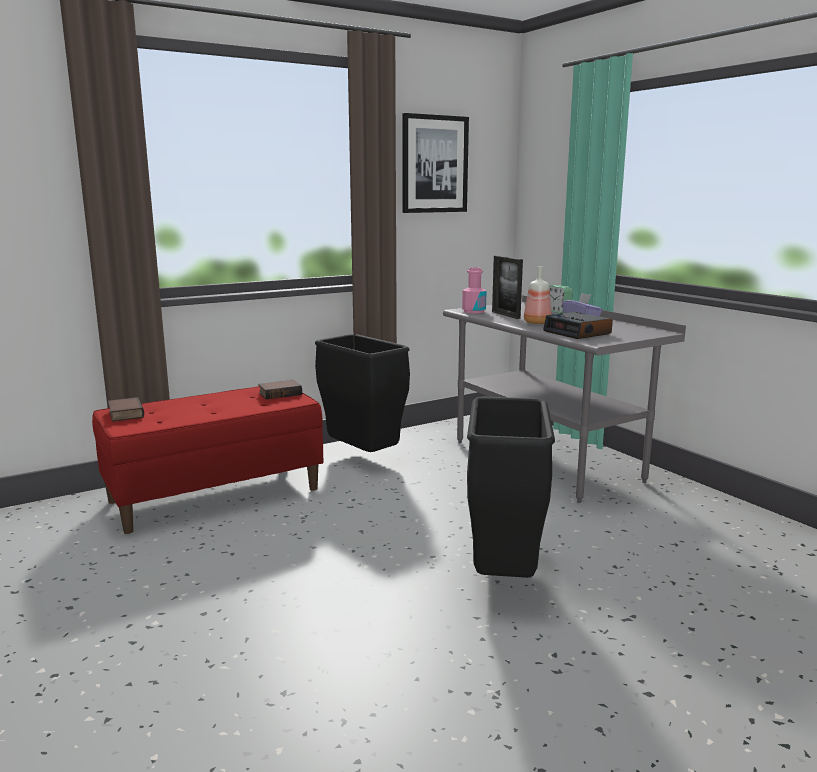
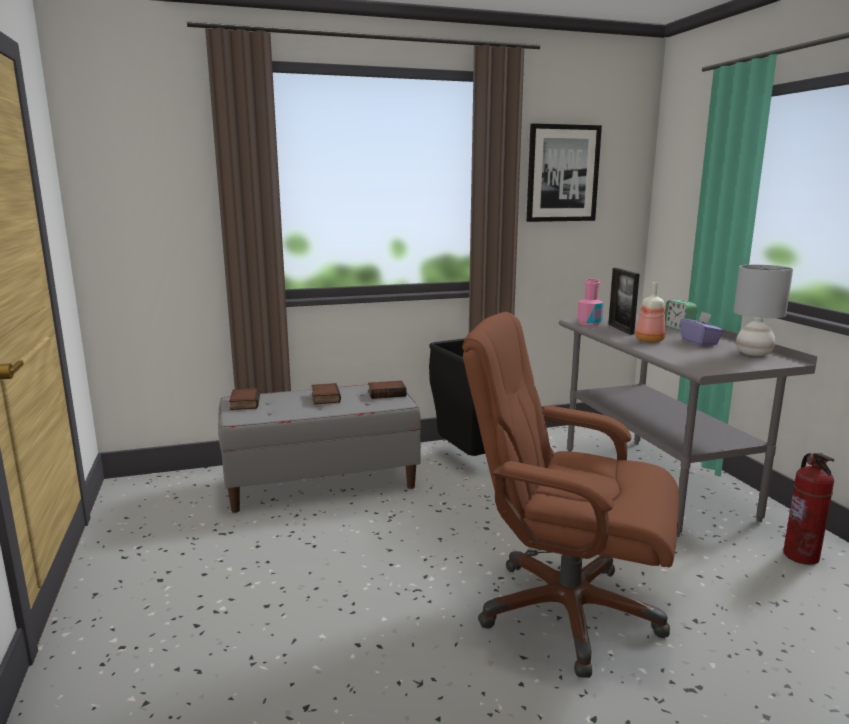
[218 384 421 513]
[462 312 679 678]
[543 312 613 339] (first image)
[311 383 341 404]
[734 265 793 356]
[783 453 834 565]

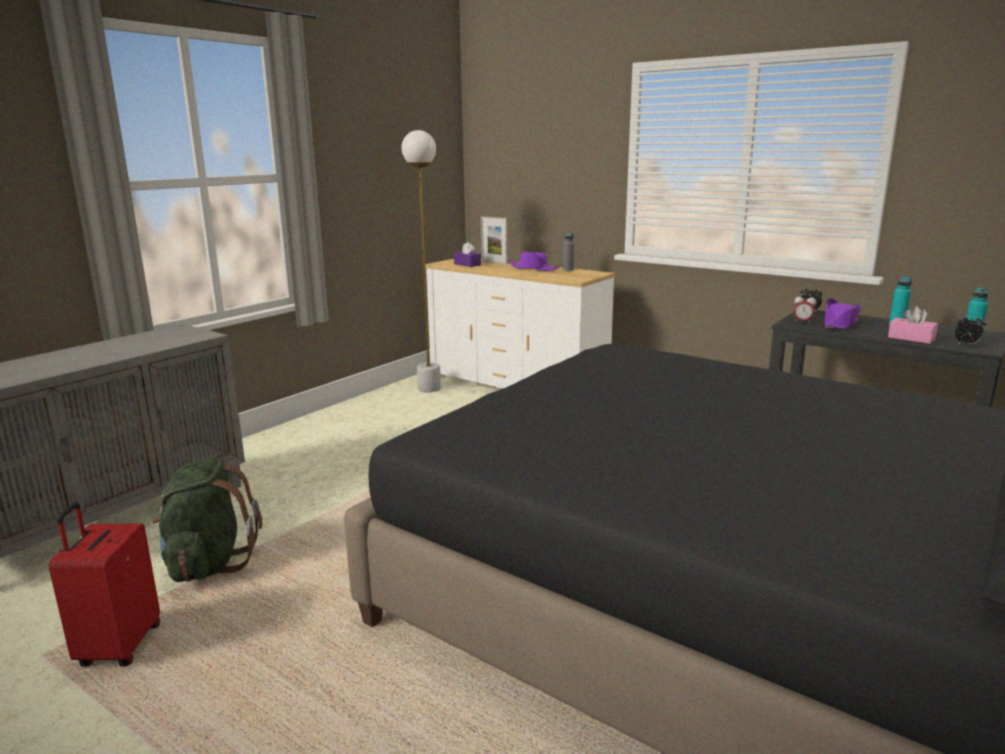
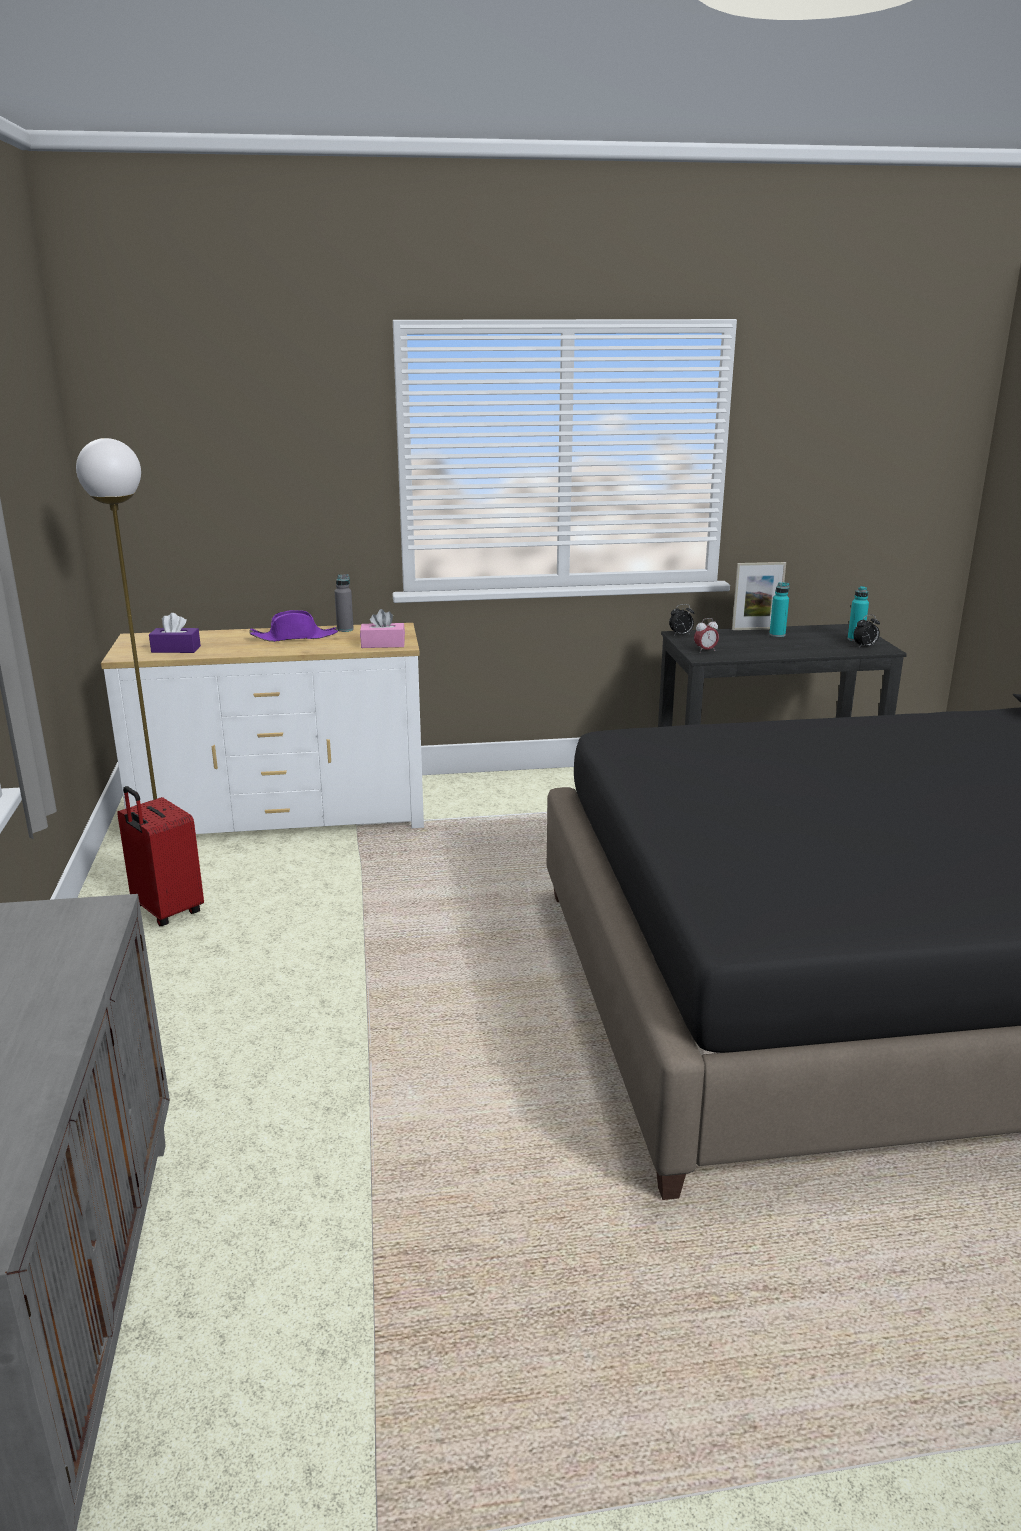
[117 786 204 926]
[152 457 262 582] (first image)
[732 562 786 630]
[825 298 860 329] (first image)
[360 609 405 648]

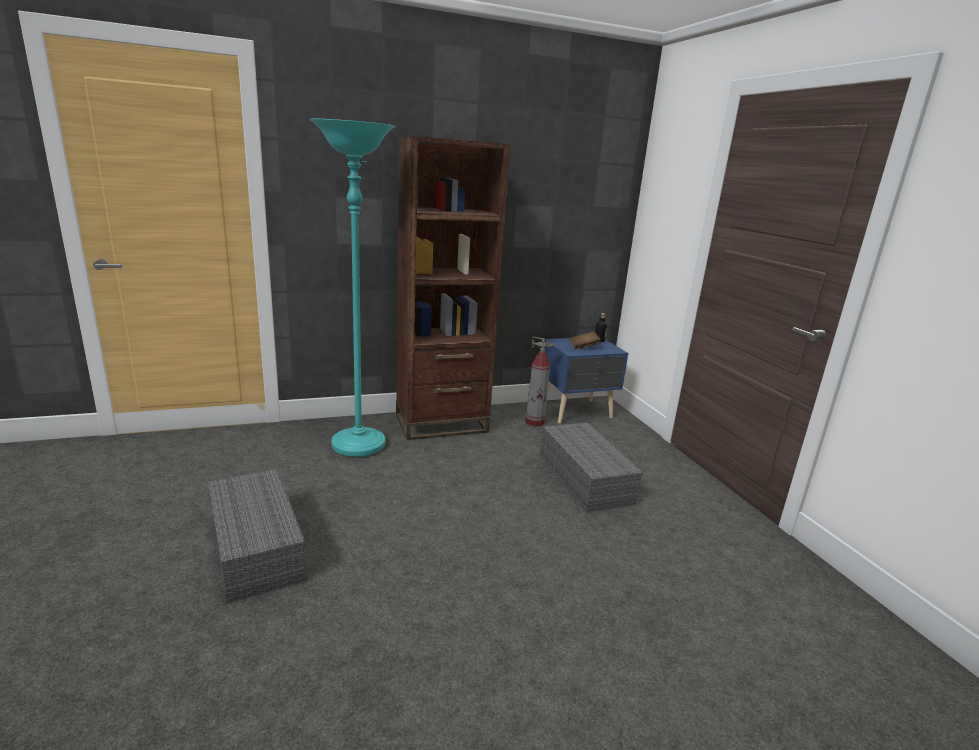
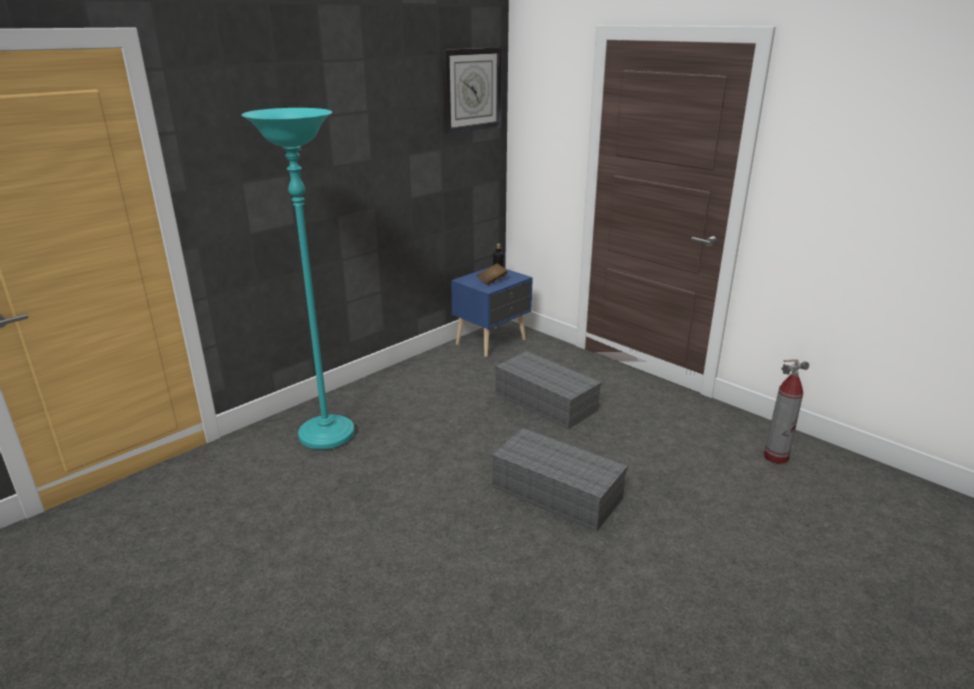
[491 428 628 532]
[396 136 510 440] (first image)
[764 359 809 464]
[442 47 502 134]

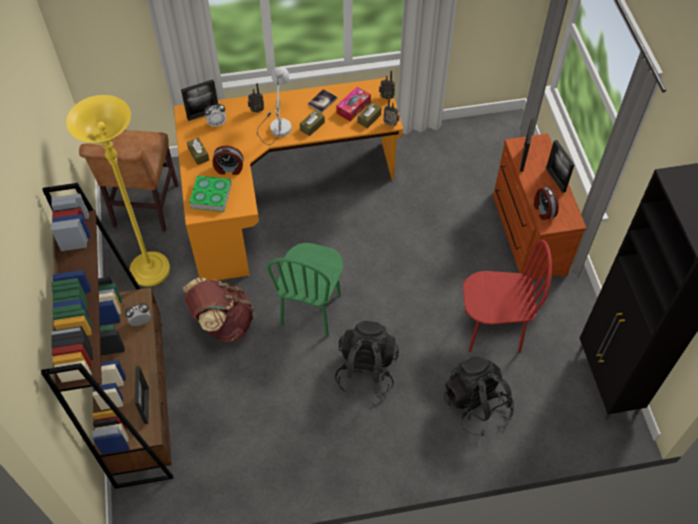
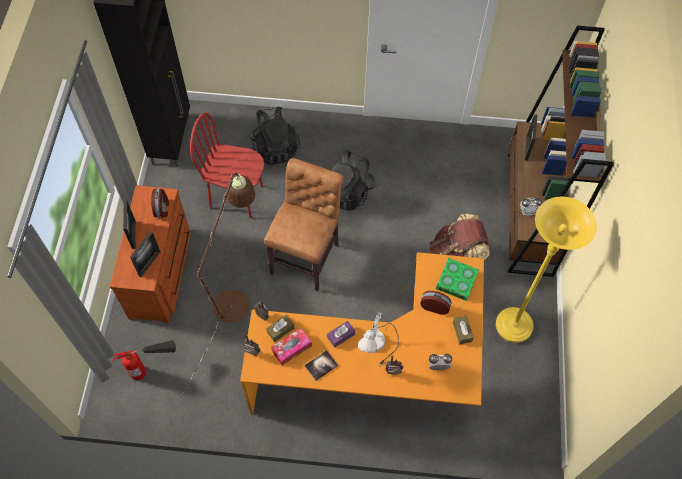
[264 158 344 291]
[181 79 218 121] (first image)
[267 243 343 337] (first image)
[327 321 355 348]
[112 340 176 380]
[183 173 255 394]

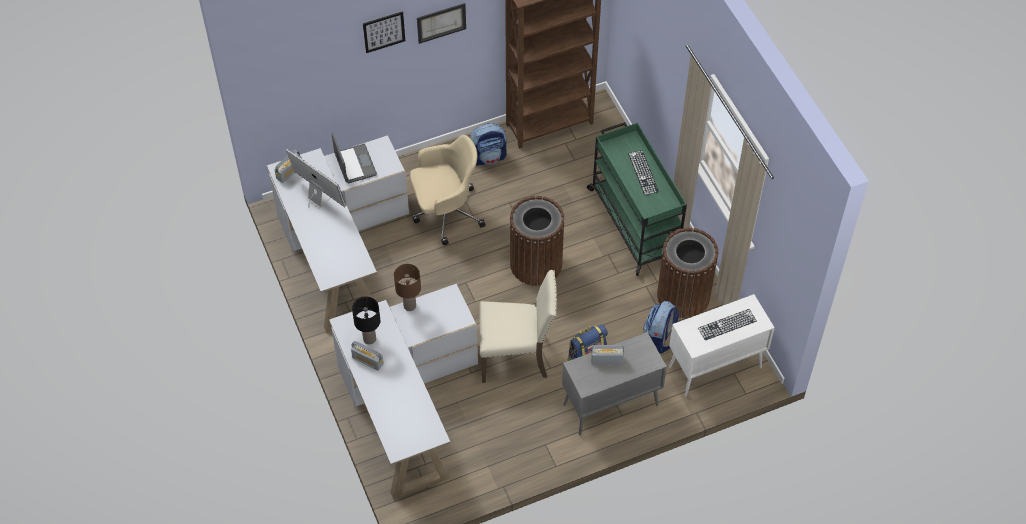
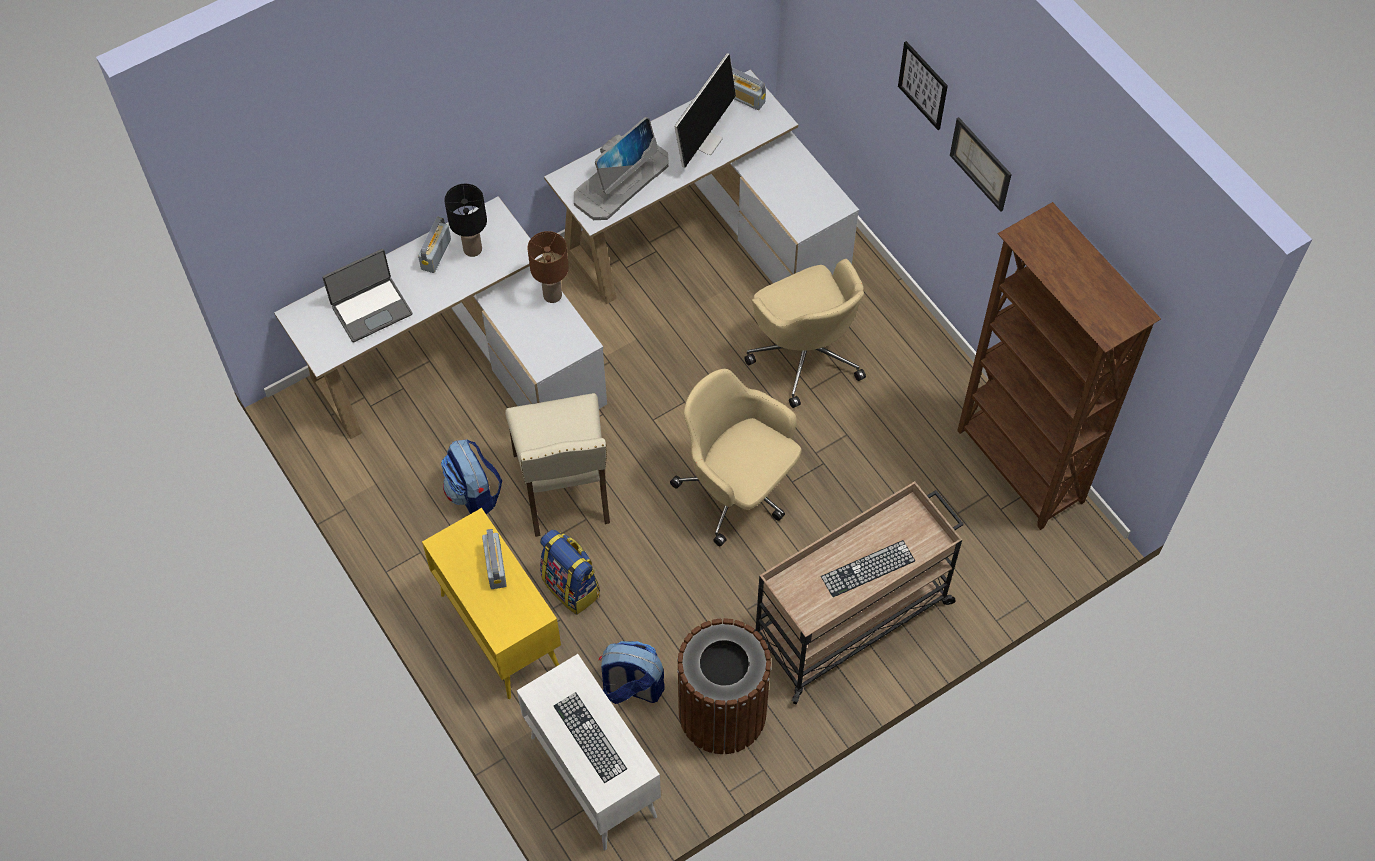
[323 249 412 342]
[441 440 502 514]
[670 369 802 547]
[422 508 561 699]
[754 481 964 704]
[574 117 669 220]

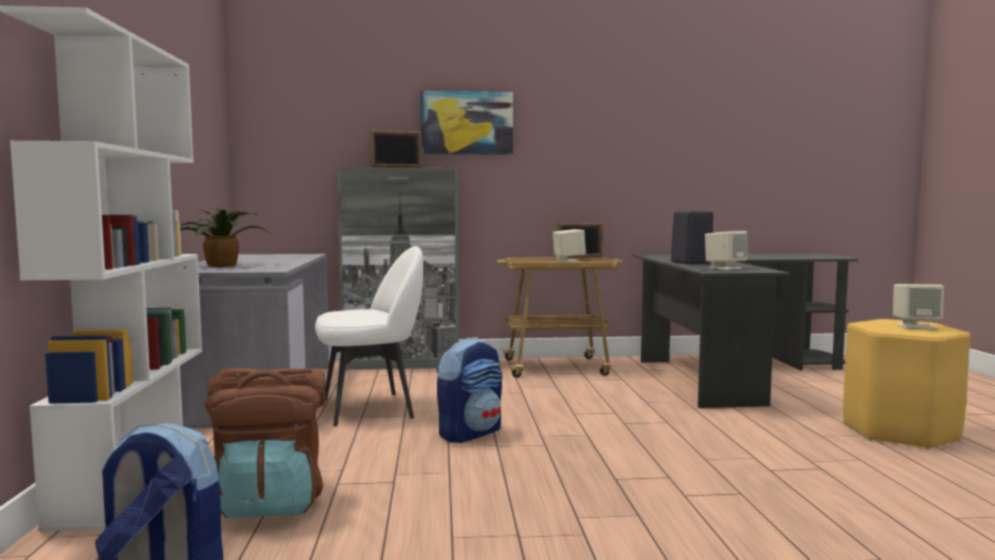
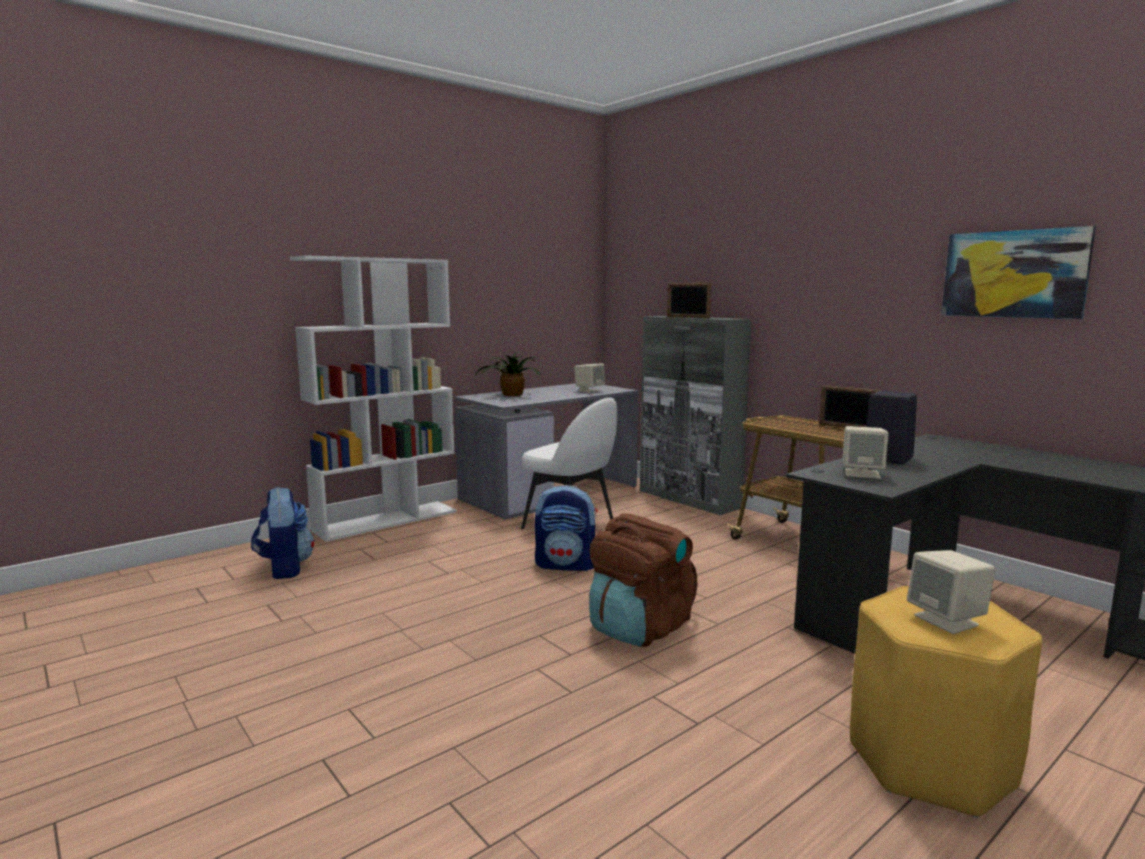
[589 513 697 647]
[941 226 1096 319]
[574 363 605 393]

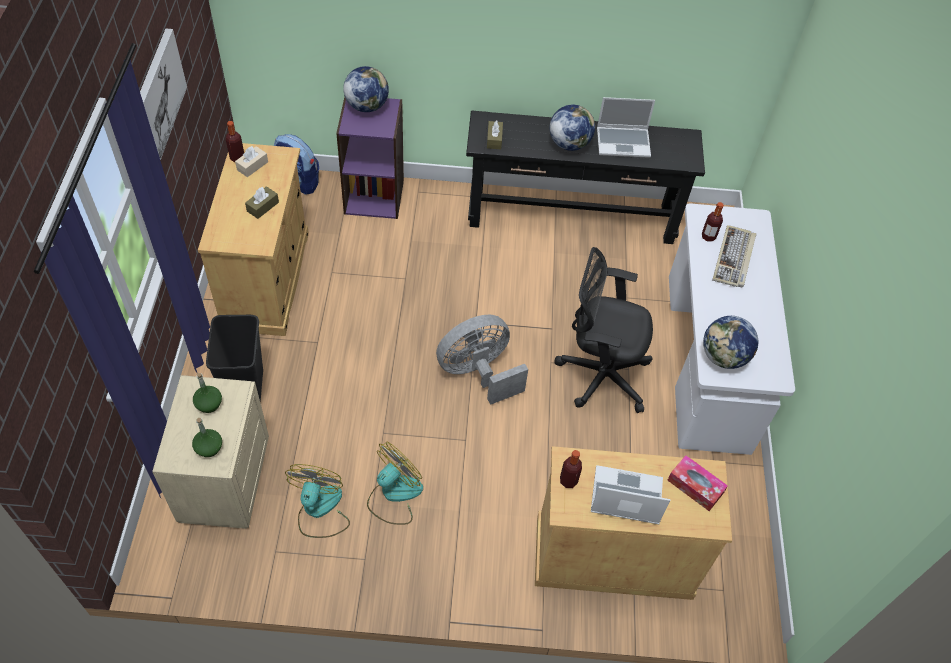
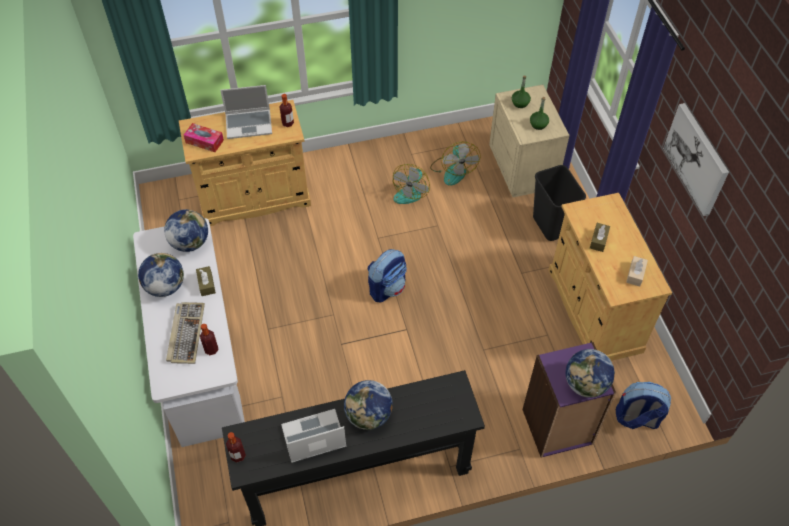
[226 432 246 462]
[368 249 407 302]
[196 266 216 296]
[555 247 653 413] (first image)
[138 253 184 297]

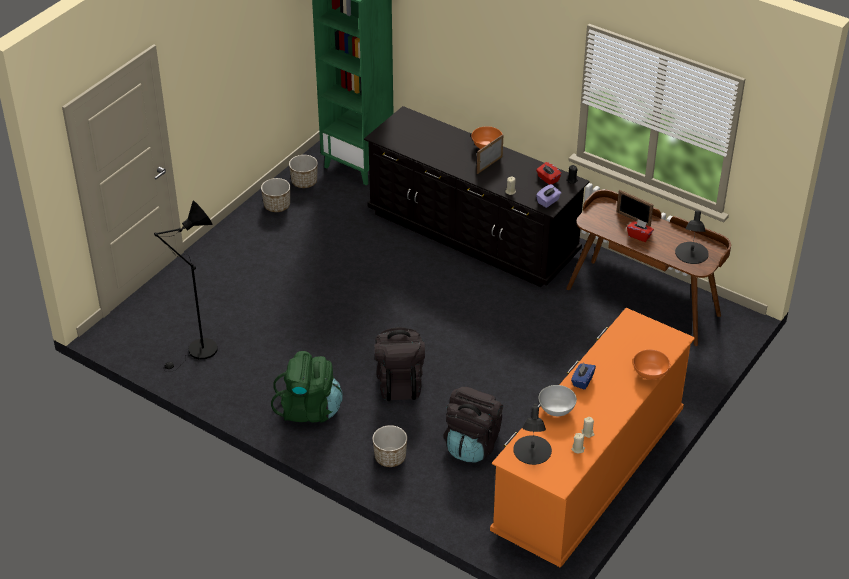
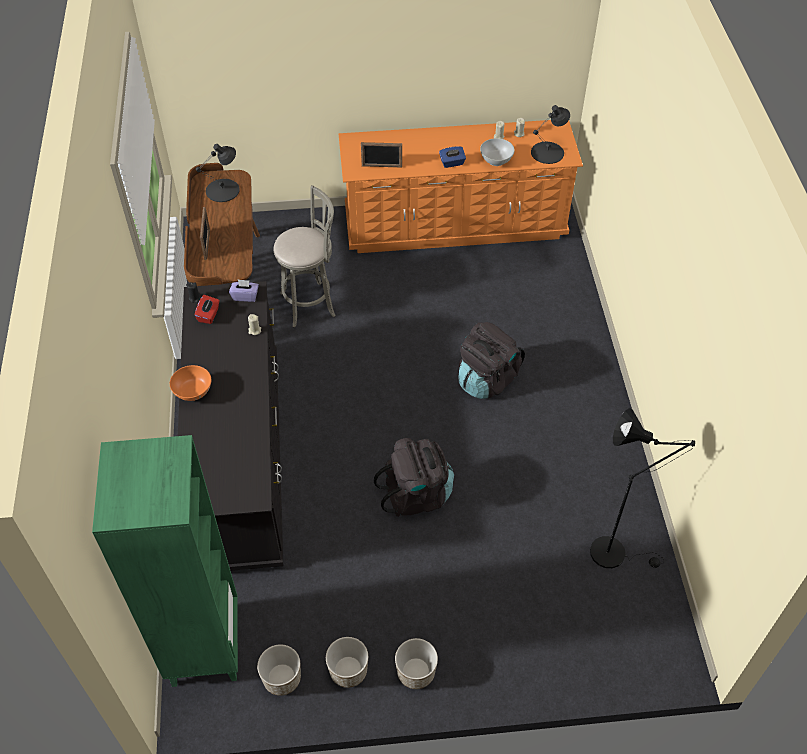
[271 351 343 423] (first image)
[395 638 438 689]
[374 438 454 517]
[361 142 402 167]
[627 219 654 242] (first image)
[633 349 670 380] (first image)
[273 185 336 328]

